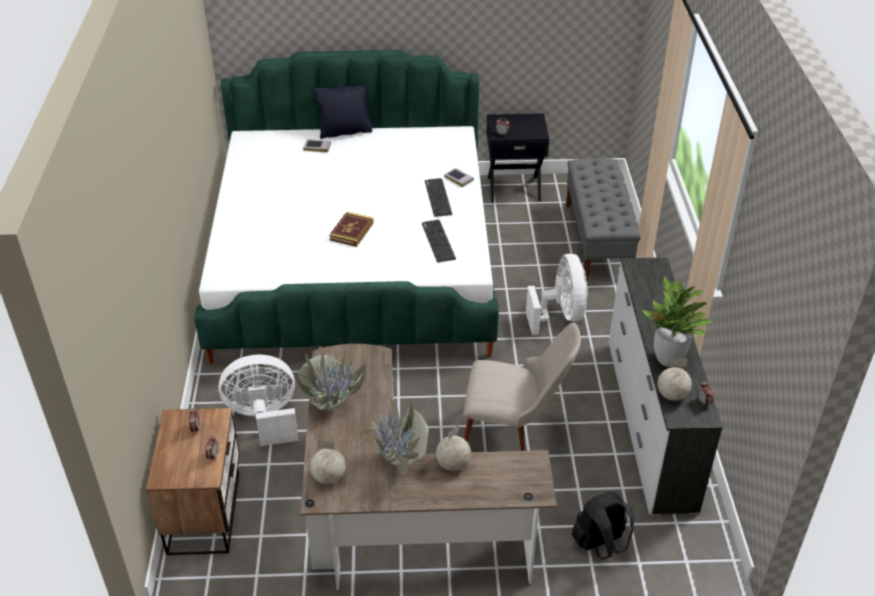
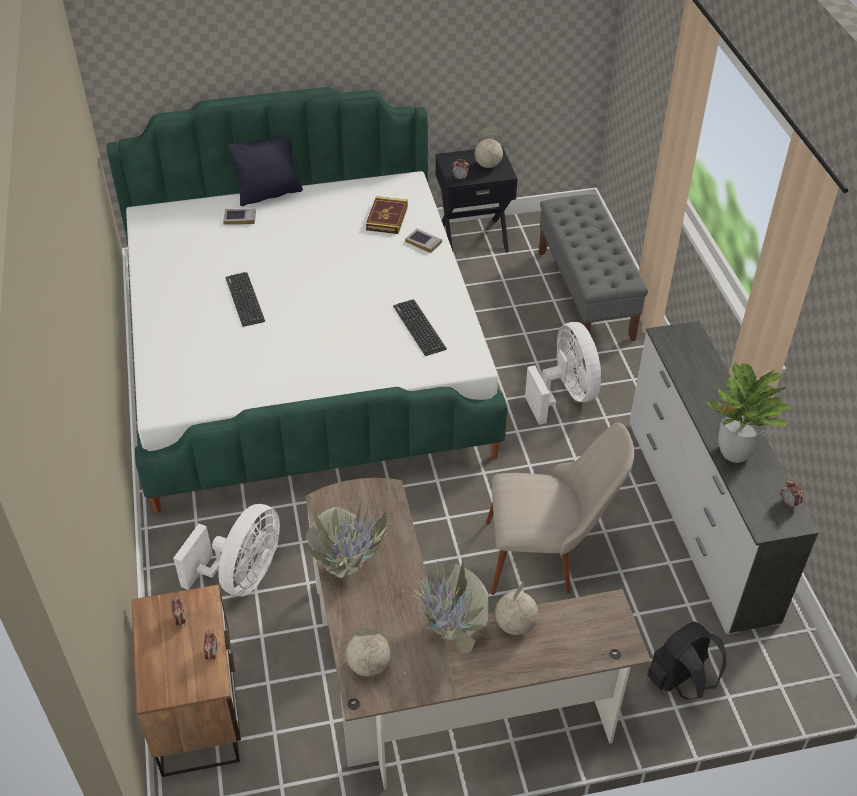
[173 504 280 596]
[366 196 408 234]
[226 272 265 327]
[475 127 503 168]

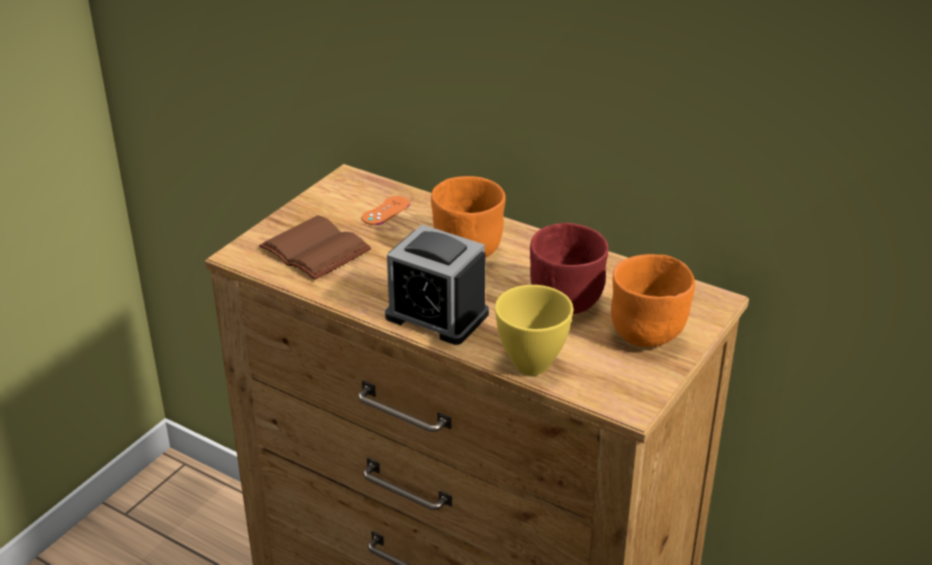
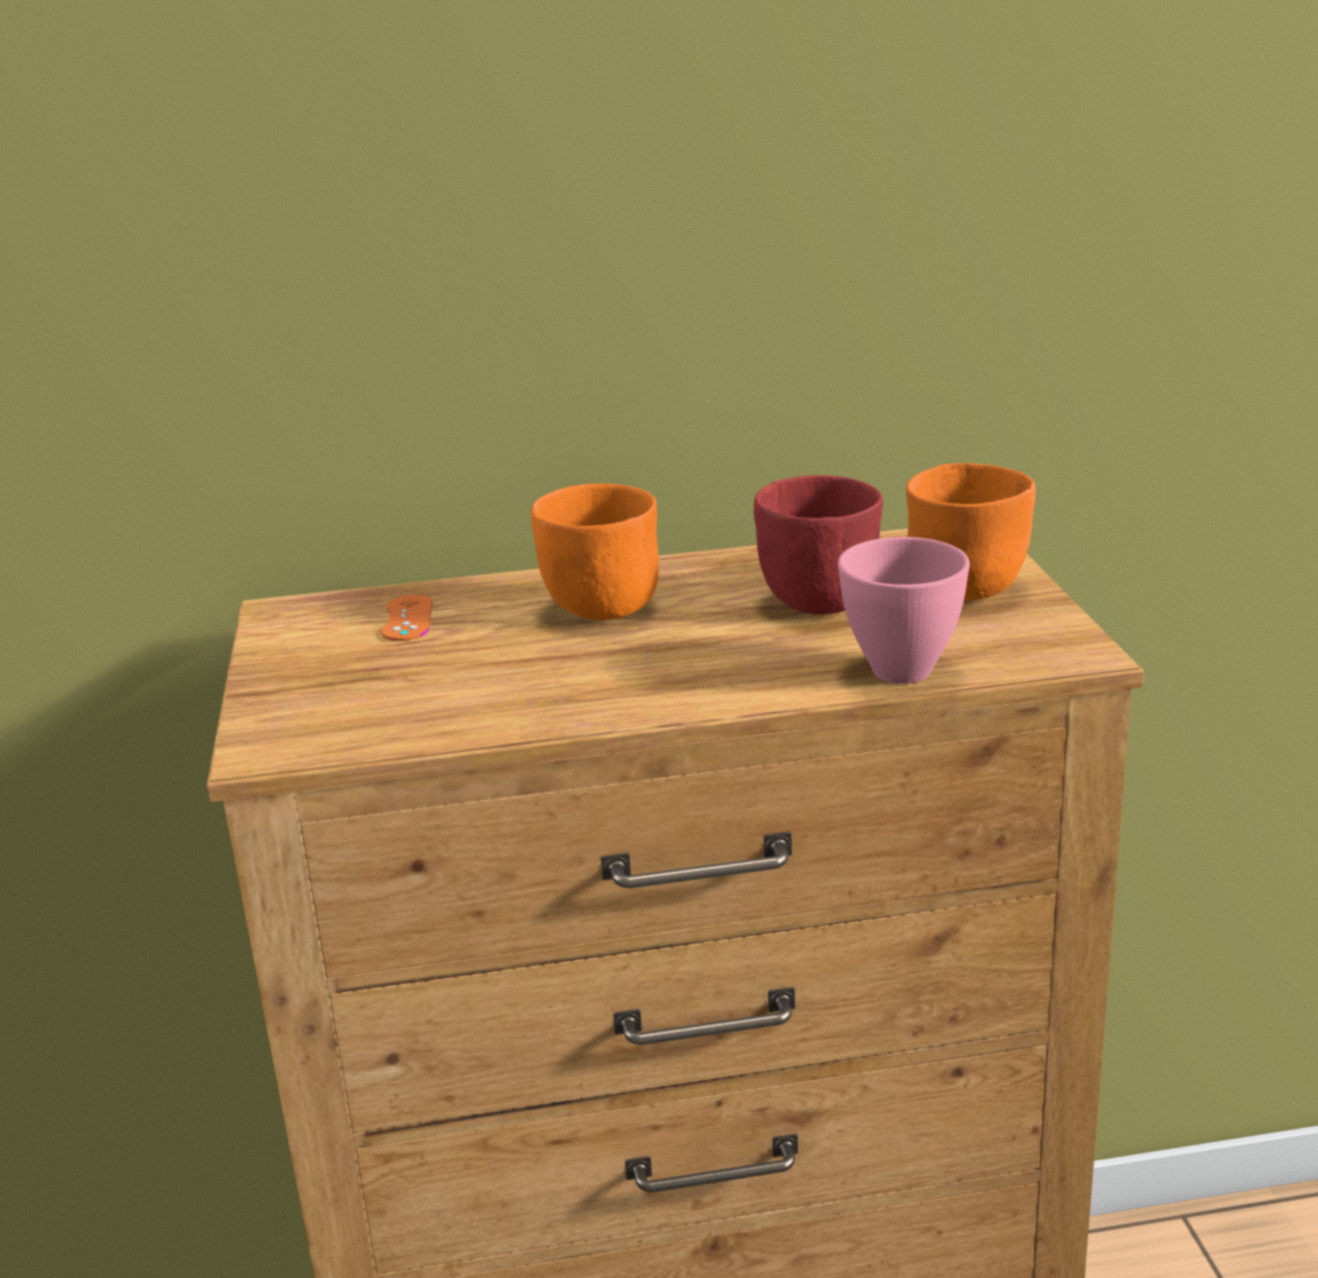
[259 215 371 280] (first image)
[385 225 489 345] (first image)
[838 537 970 684]

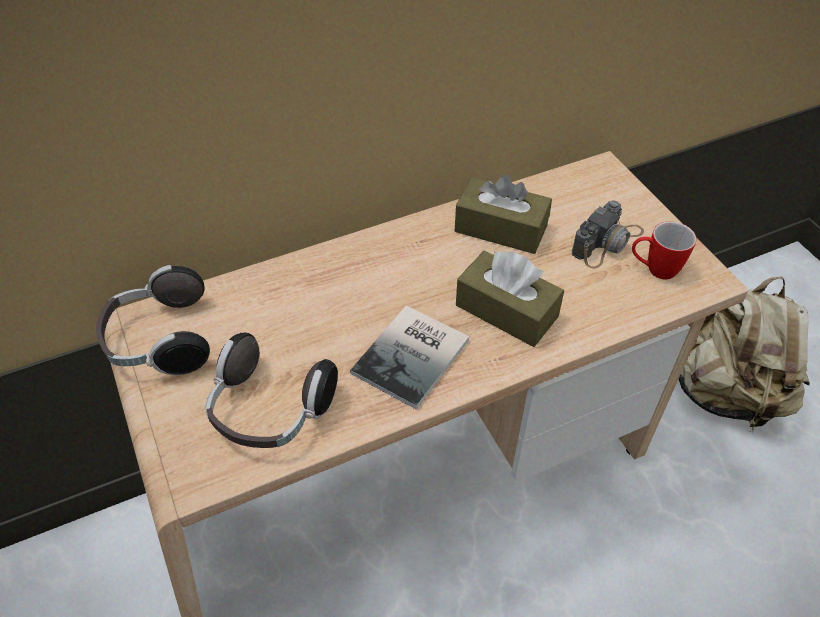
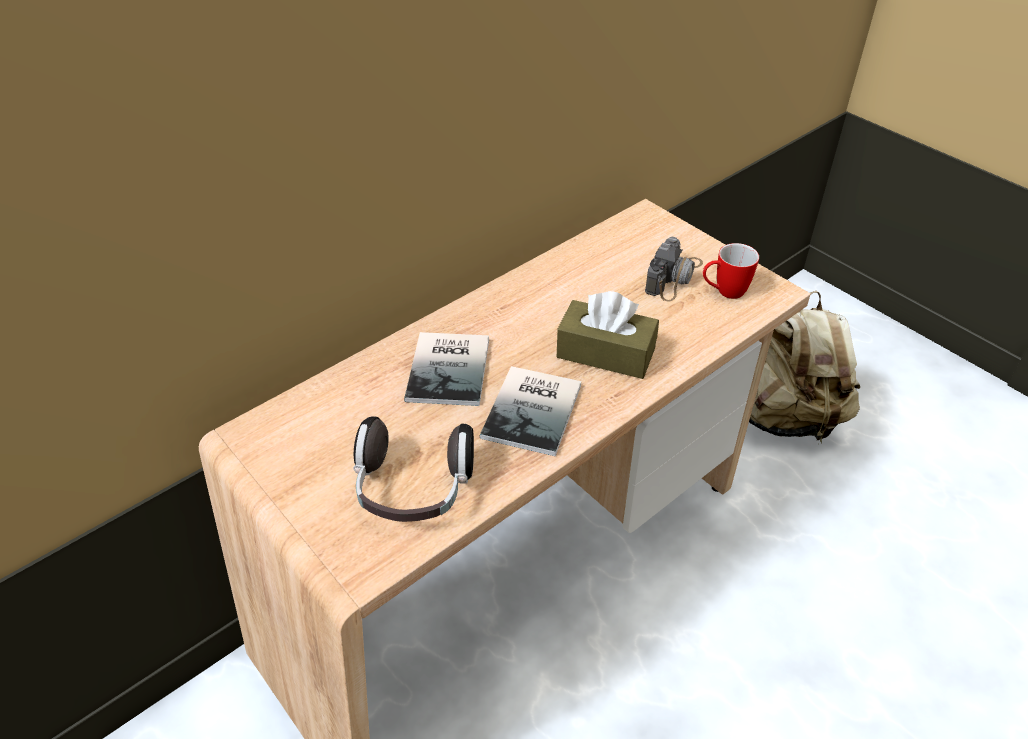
[96 265 210 375] (first image)
[455 175 552 254] (first image)
[404 332 489 406]

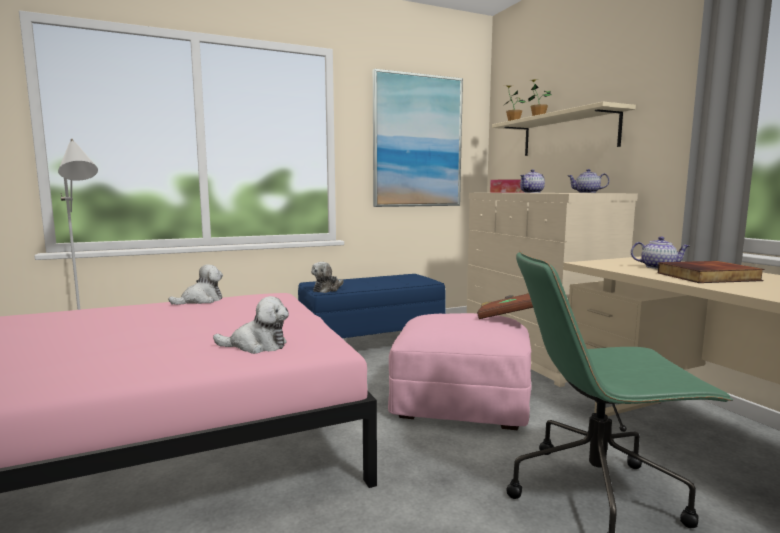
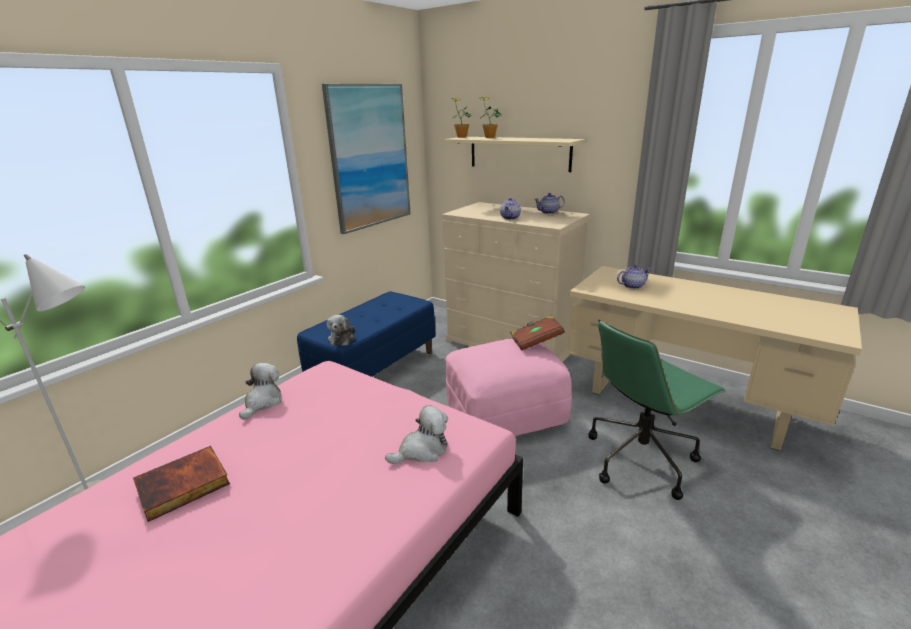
[490 179 524 193] (first image)
[133 446 230 522]

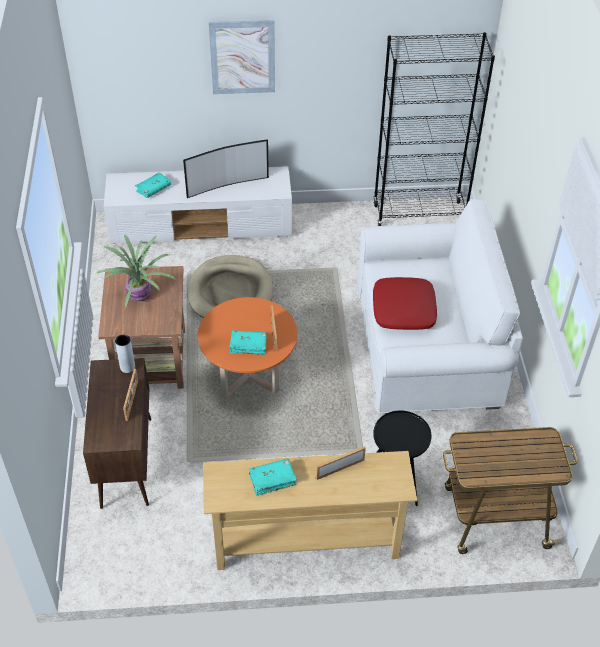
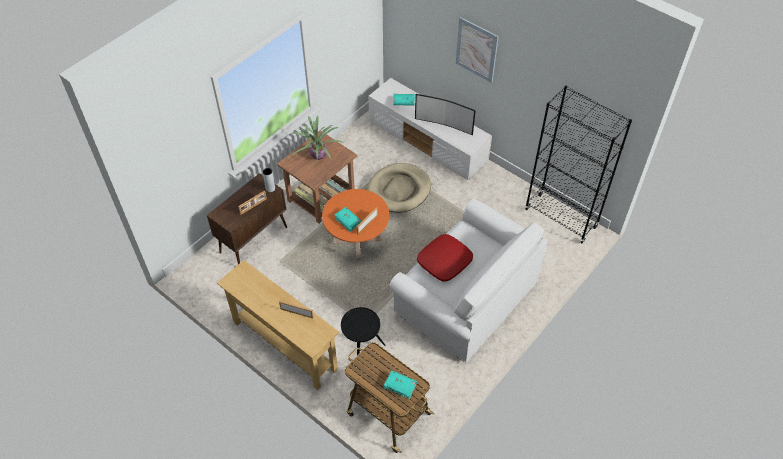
[384 370 417 399]

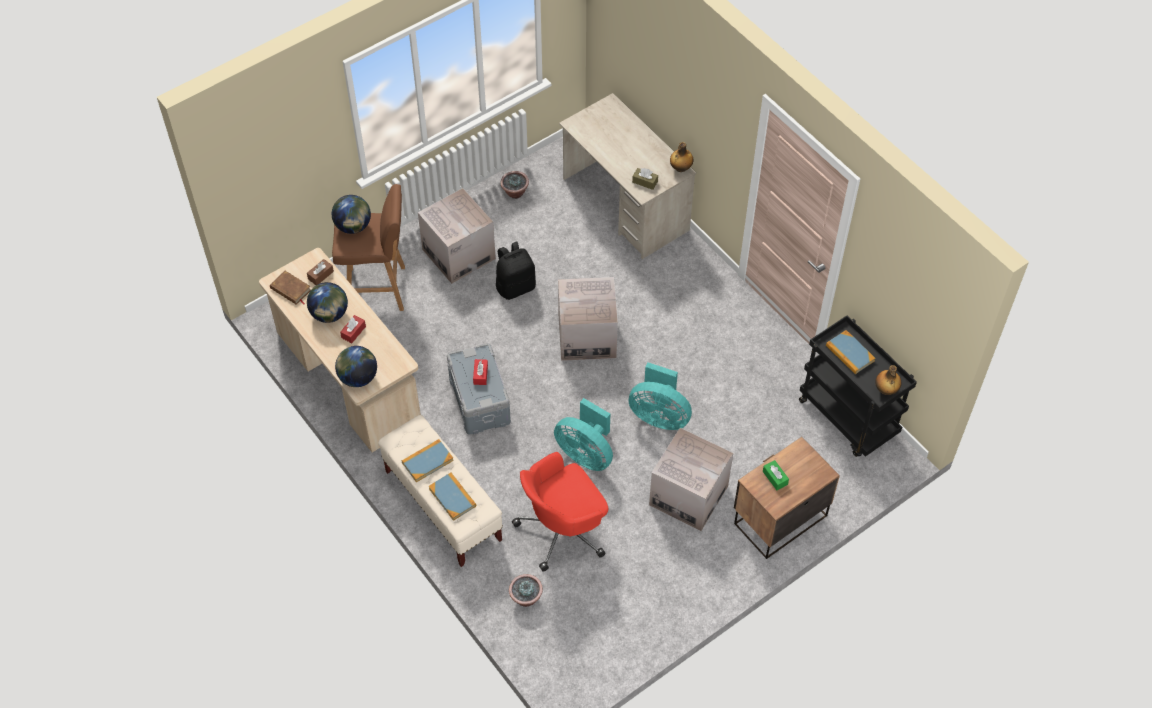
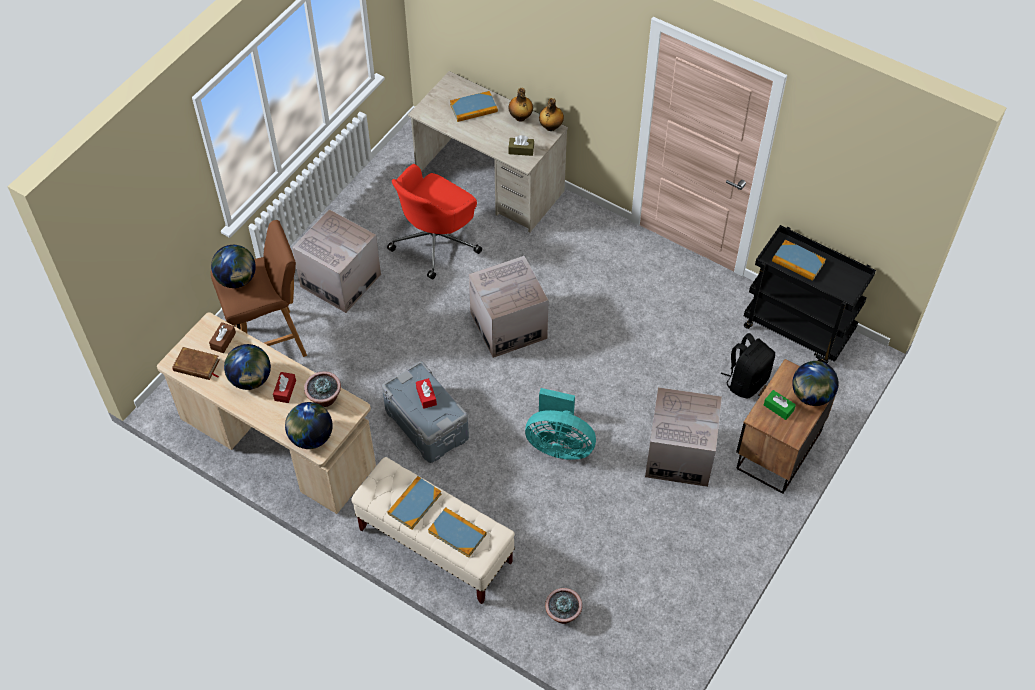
[720 333 775 398]
[304 371 341 407]
[387 164 482 279]
[629 362 692 430] (first image)
[509 88 533 121]
[450 91 498 122]
[792 361 839 406]

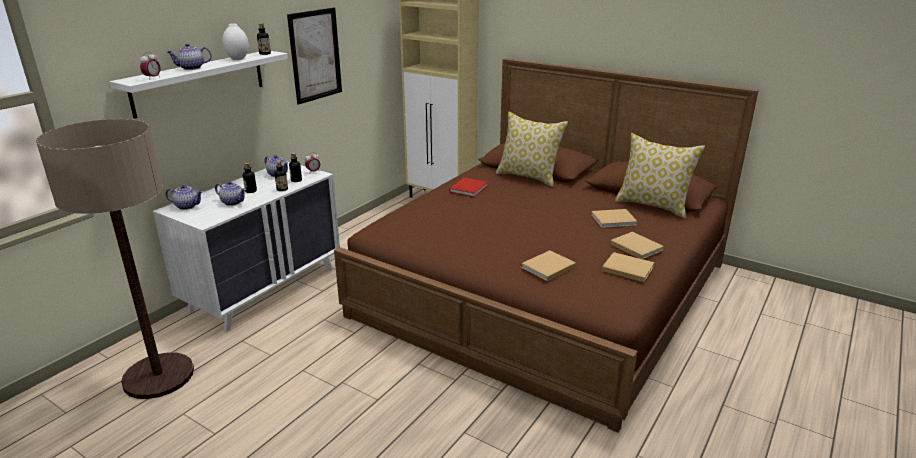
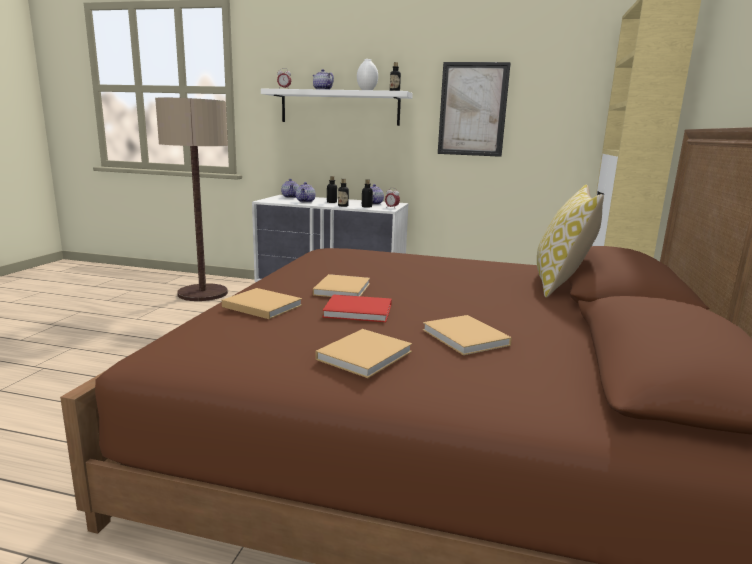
[322 294 392 322]
[313 274 370 297]
[615 133 705 218] (first image)

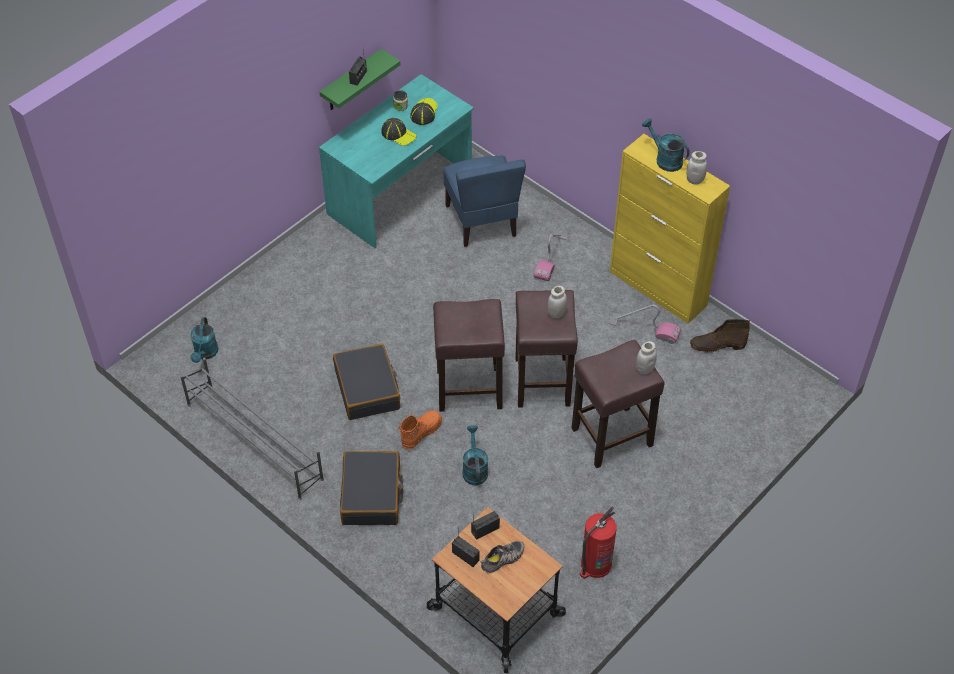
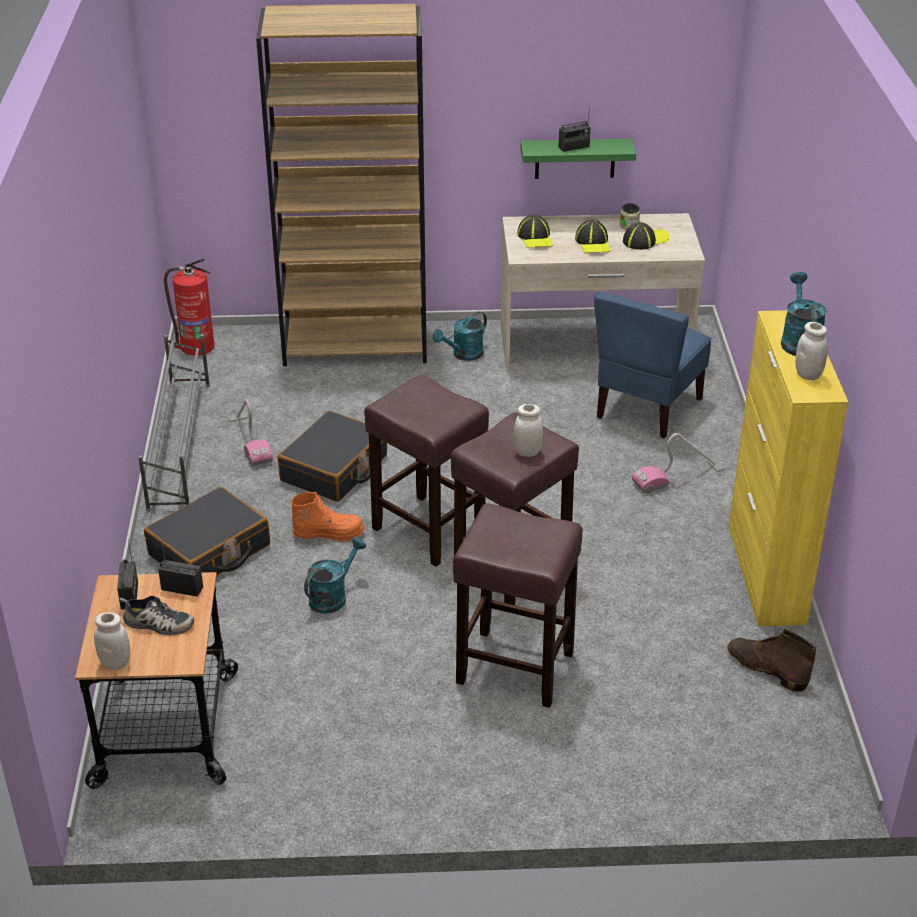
[433 311 487 361]
[500 213 705 371]
[164 258 215 356]
[227 399 273 466]
[94 612 131 670]
[256 4 427 366]
[517 215 553 248]

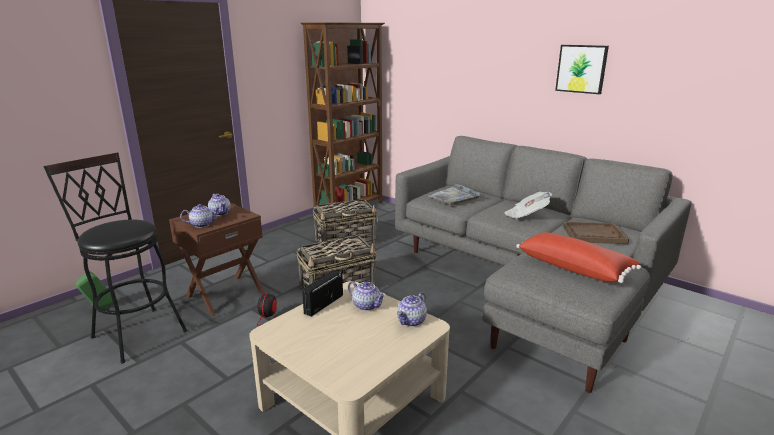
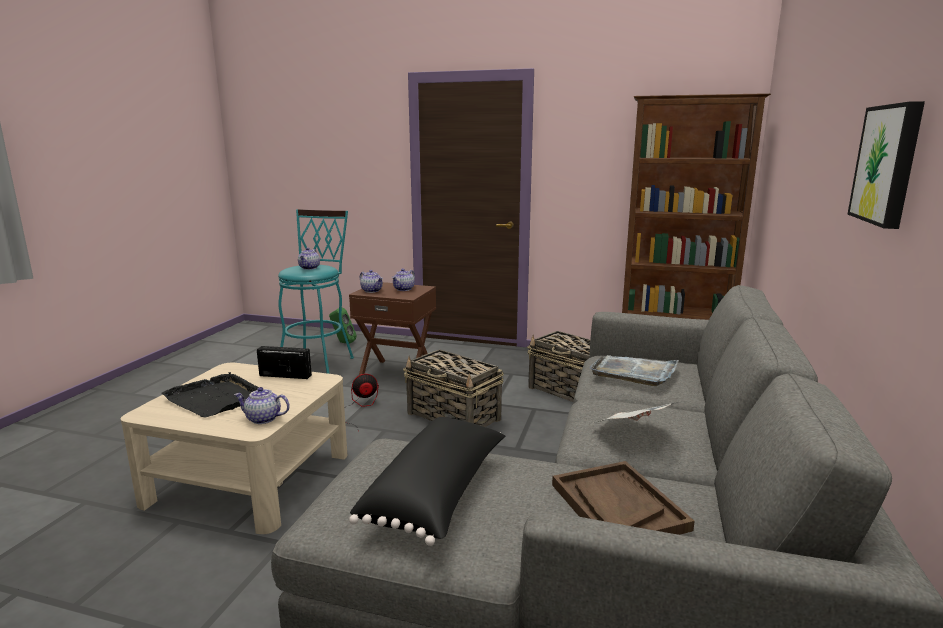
[278 209 354 374]
[298 247 320 270]
[349 417 505 546]
[162 372 259 418]

